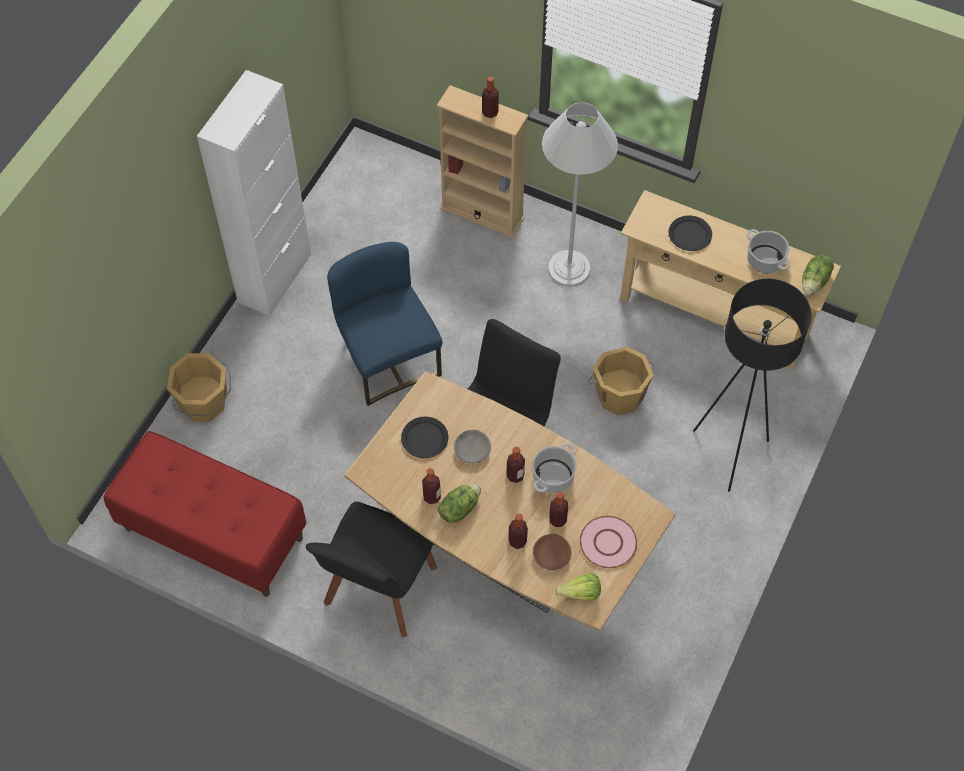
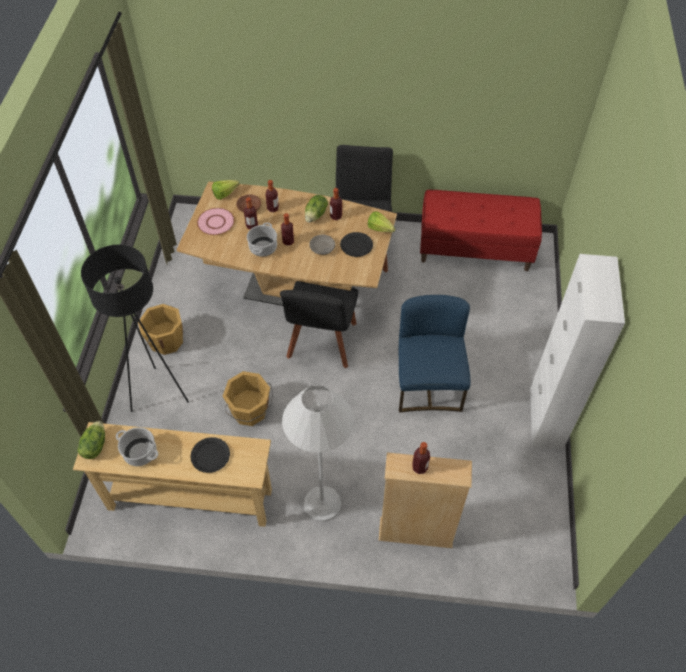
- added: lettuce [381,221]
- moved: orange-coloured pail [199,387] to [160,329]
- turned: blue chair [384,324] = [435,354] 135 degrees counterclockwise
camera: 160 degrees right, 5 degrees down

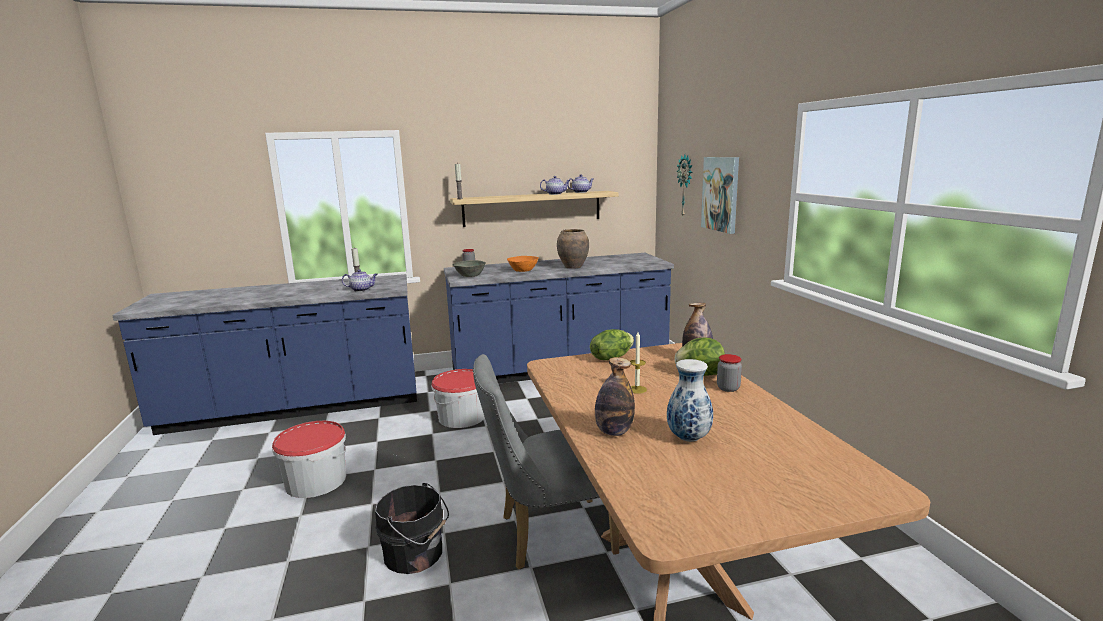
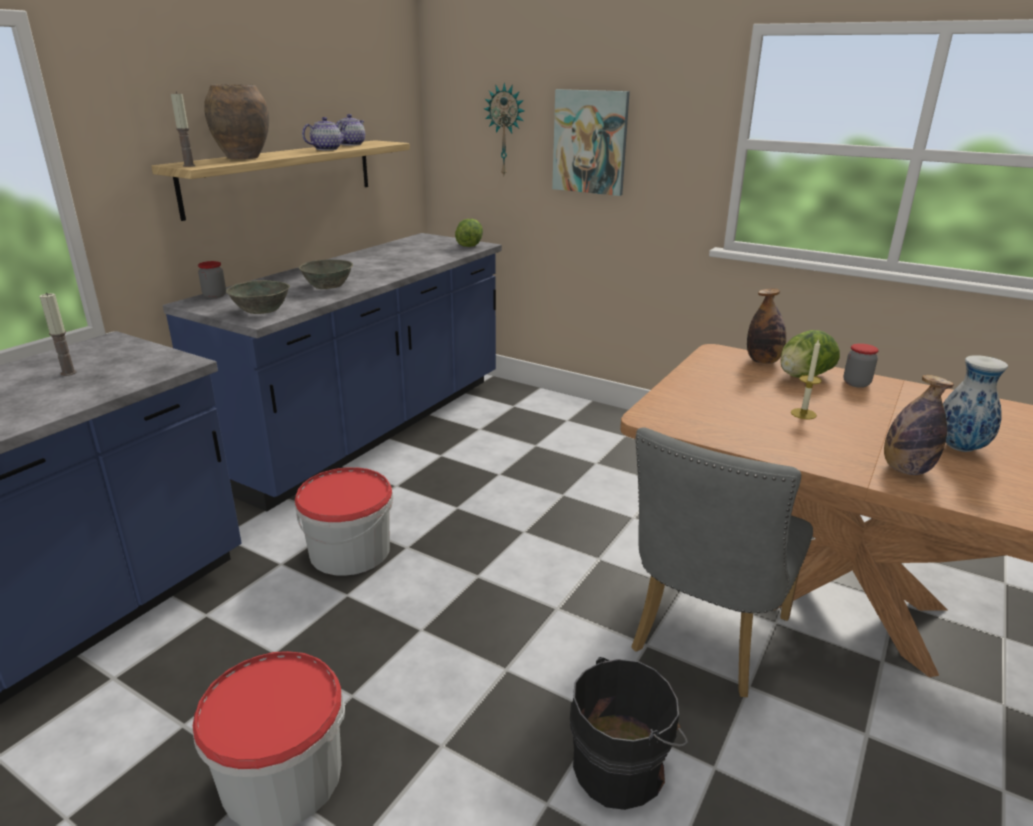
- removed: teapot [360,280]
- moved: brownish decorative vase [573,249] to [236,121]
- moved: lettuce [612,344] to [469,233]
- recoloured: orange-coloured bowl [523,264] to greyish bowl [326,274]
camera: 45 degrees left, 10 degrees up

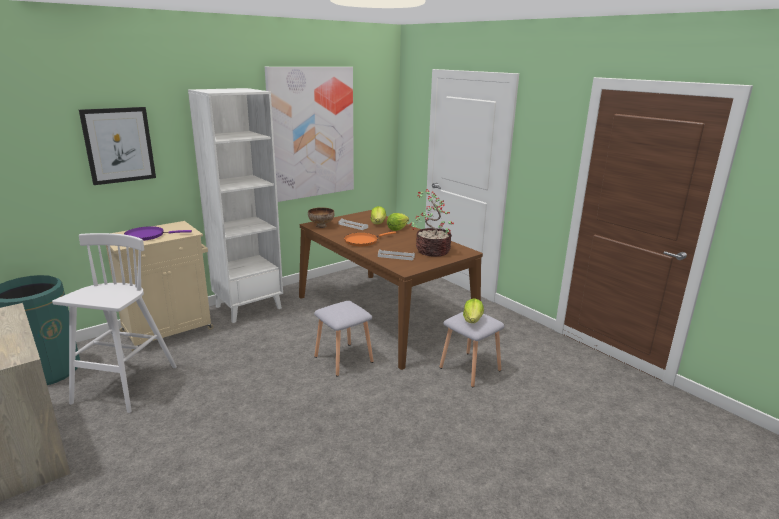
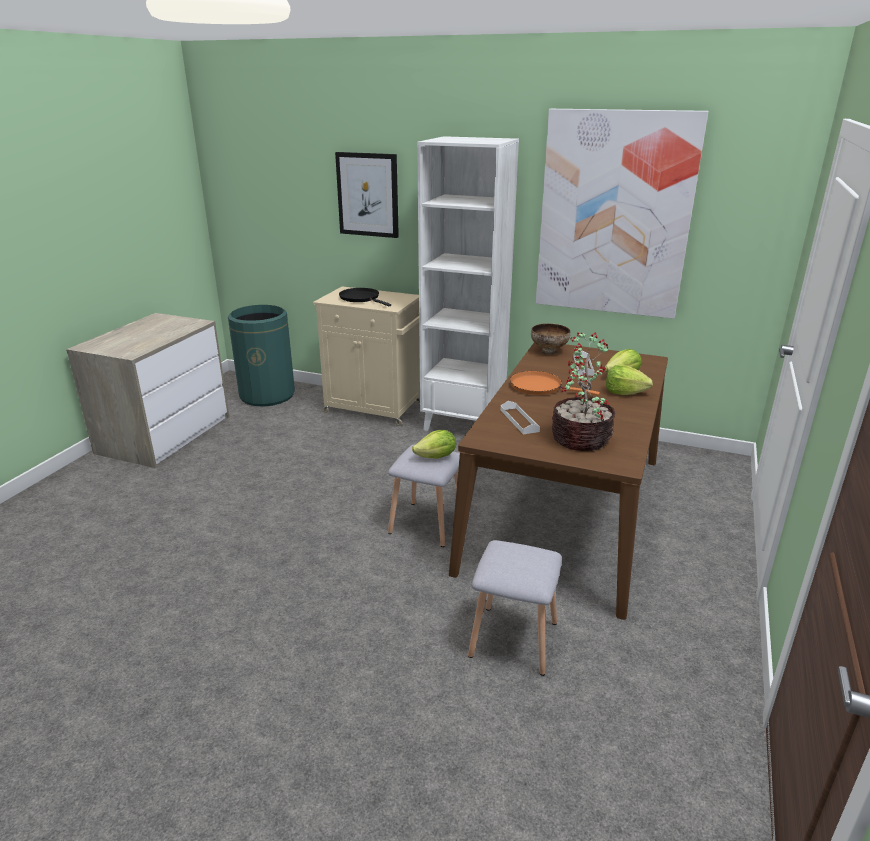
- removed: whitish stool seat [114,323]
- moved: lettuce [473,310] to [434,444]
- recoloured: purple-coloured skillet [158,233] to black-coloured skillet [365,297]
camera: 60 degrees right, 5 degrees up

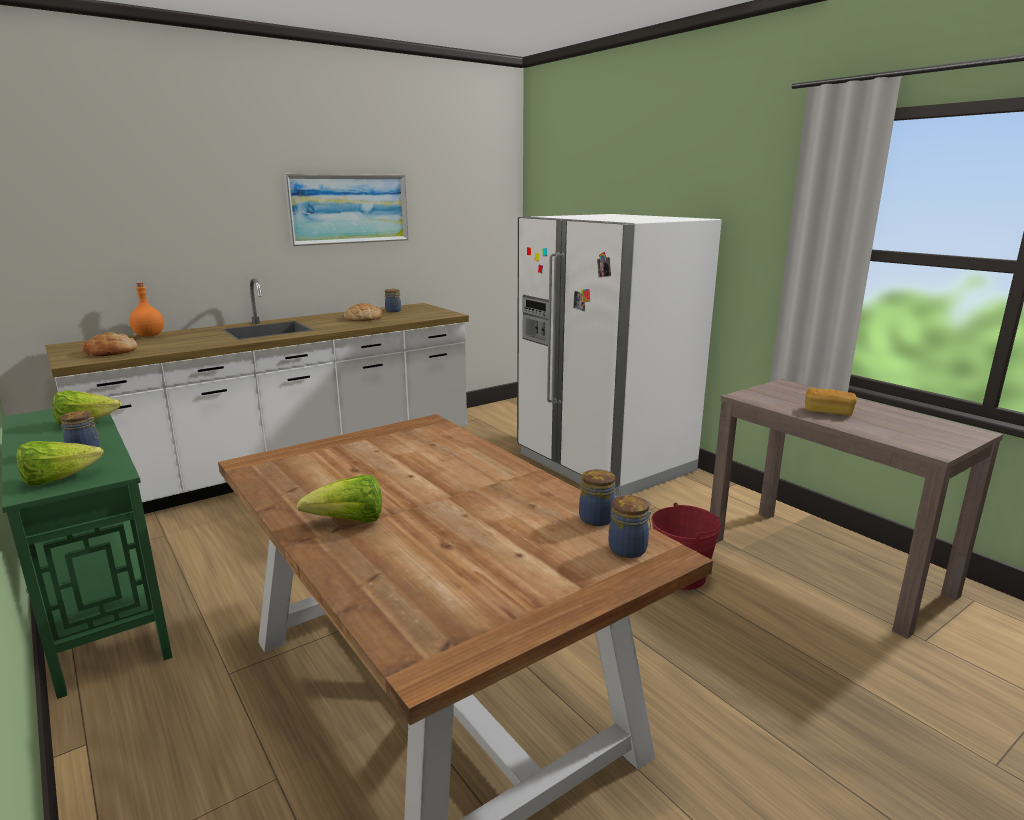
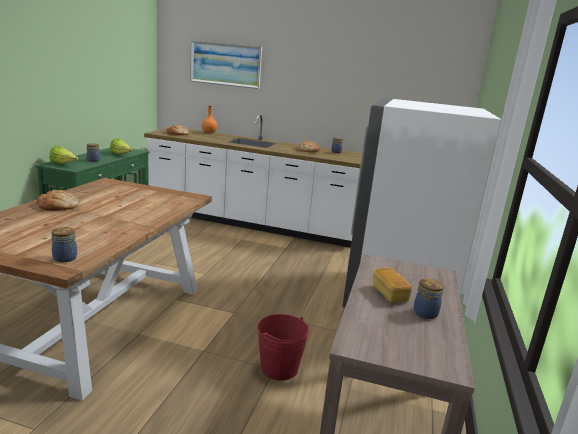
- moved: wall picture [346,210] to [226,64]
- moved: jar [597,497] to [429,298]
- replaced: lettuce [339,499] to bread [58,200]
camera: 50 degrees right, 0 degrees up

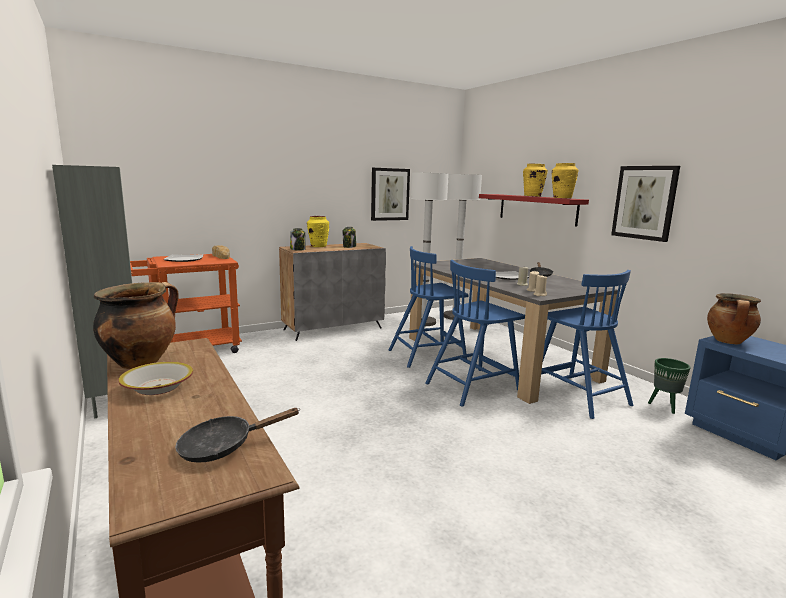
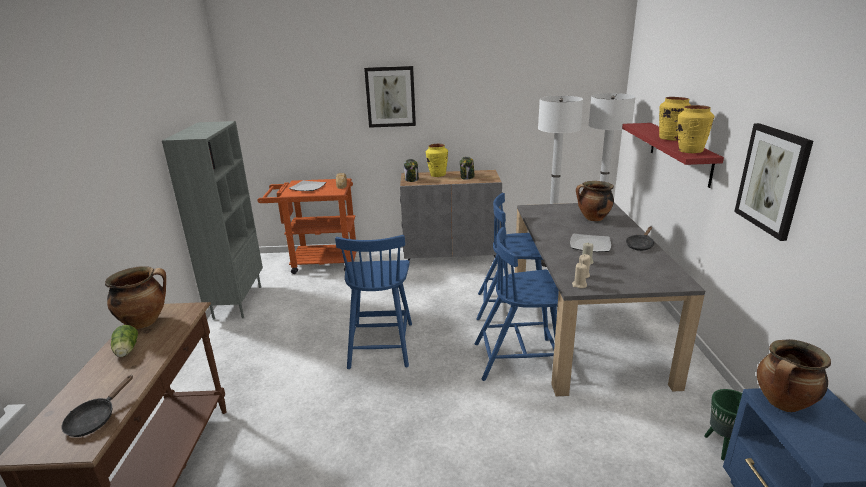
- added: cooking pot [595,201]
- moved: wall picture [390,194] to [390,97]
- moved: blue chair [587,344] to [373,302]
- replaced: bowl [155,378] to lettuce [124,341]
- turned: black-coloured skillet [237,435] = [97,406] 75 degrees counterclockwise
camera: 30 degrees right, 10 degrees up

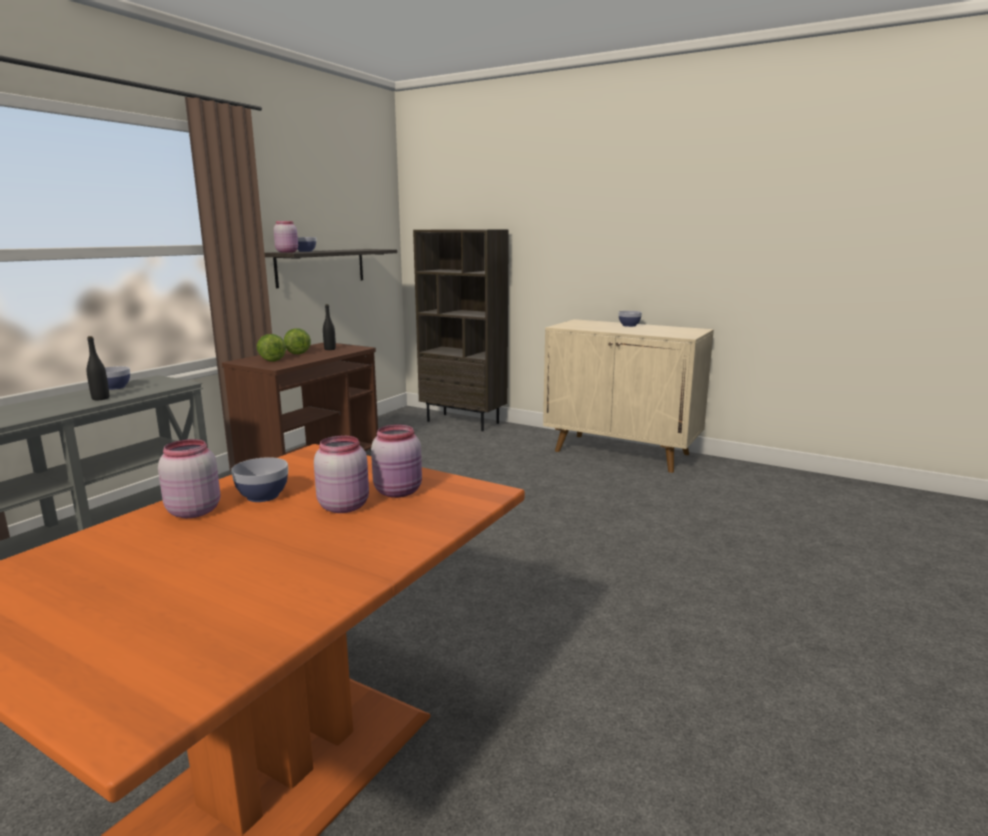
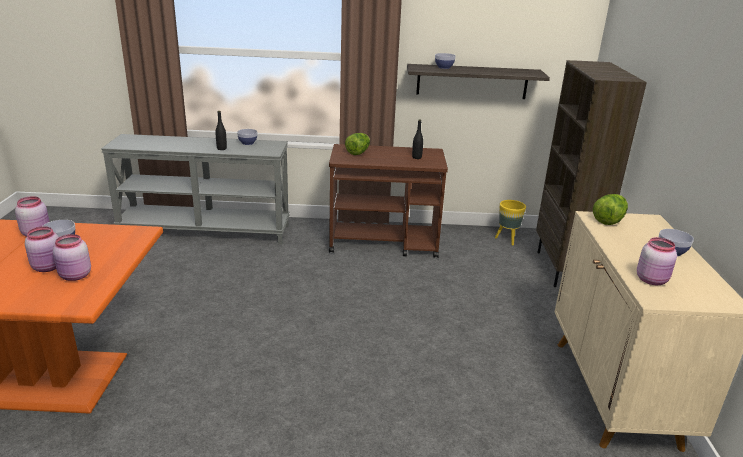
- added: yellowish planter [510,222]
- moved: pink jar [285,237] to [657,261]
- moved: lettuce [297,341] to [610,209]
camera: 60 degrees right, 10 degrees up

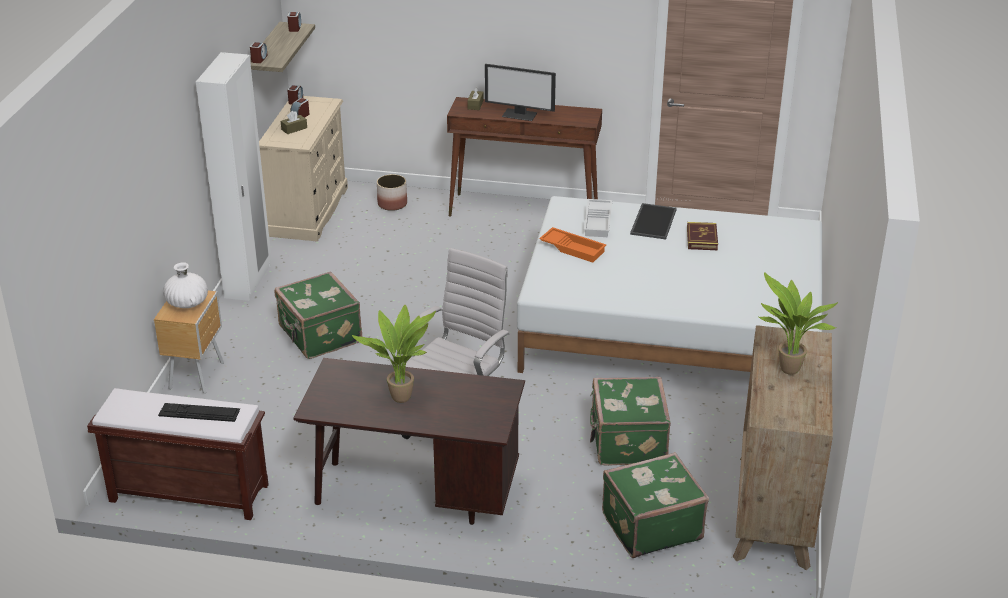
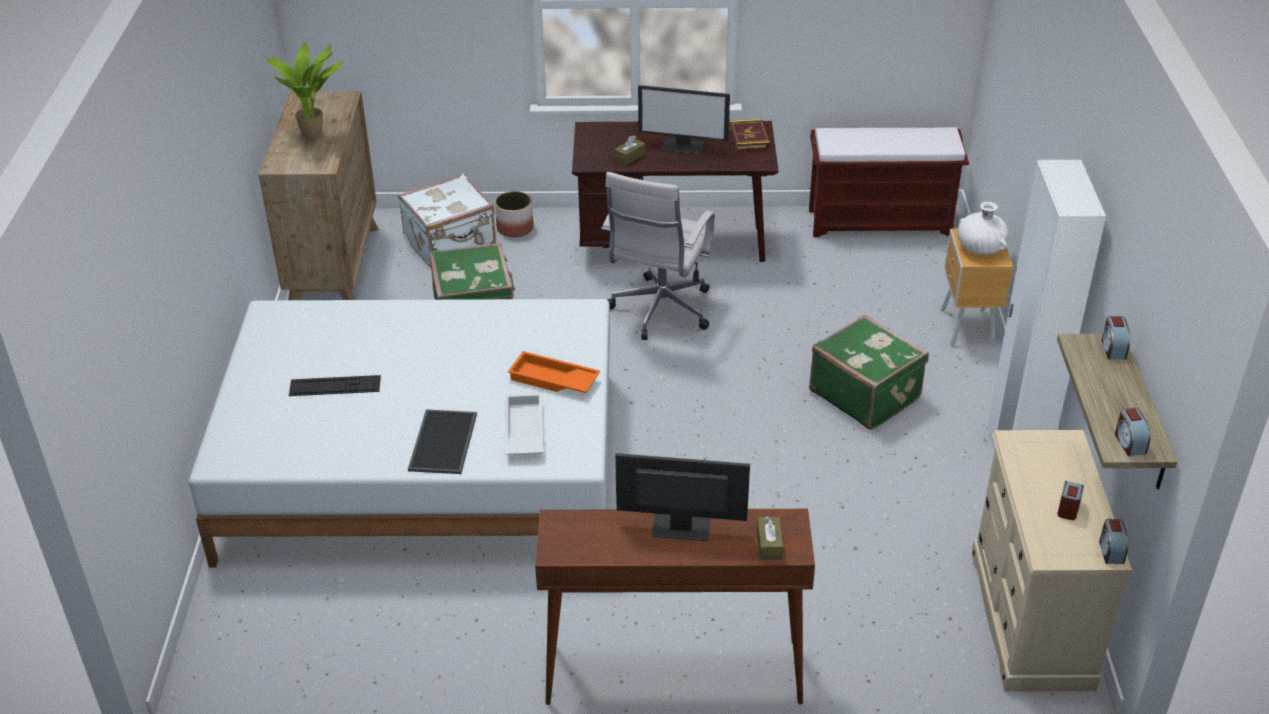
- moved: computer keyboard [199,412] to [335,385]
- moved: brownish tissue box [294,122] to [629,150]
- moved: planter [392,192] to [514,214]
- moved: bound book [702,236] to [749,135]
- replaced: houseplant [394,354] to computer screen [684,120]
- recoloured: green piece of luggage [655,505] to whitish piece of luggage [447,221]
camera: 170 degrees right, 5 degrees up

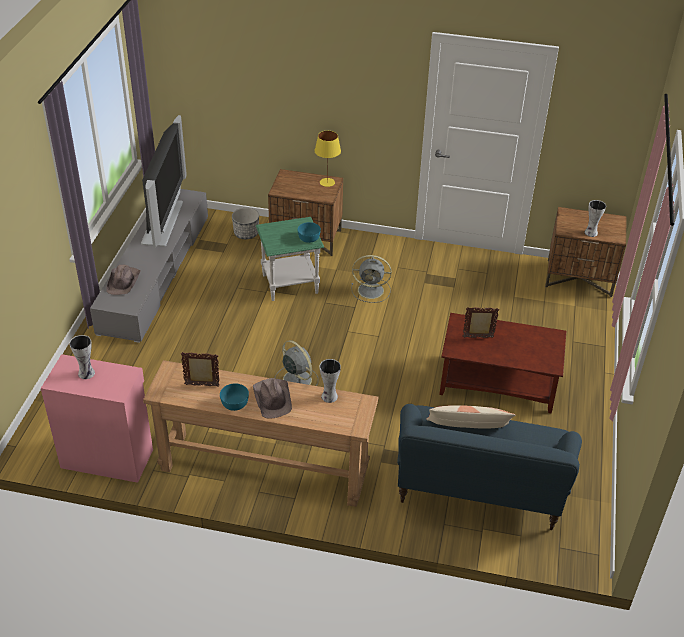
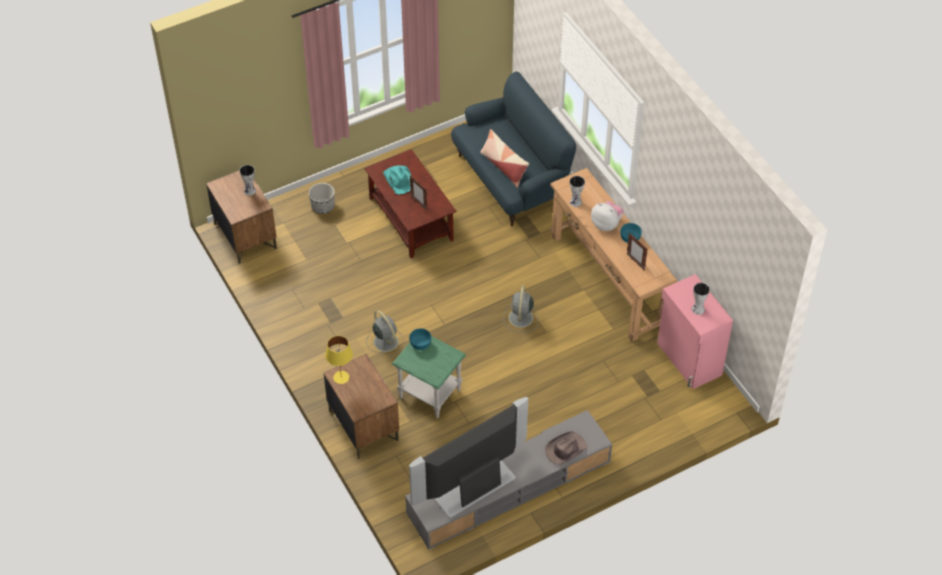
- added: blue-green clothing hat [397,180]
- moved: planter [245,223] to [322,198]
- replaced: brownish clothing hat [272,398] to cuddly toy [607,216]
camera: 130 degrees left, 10 degrees up

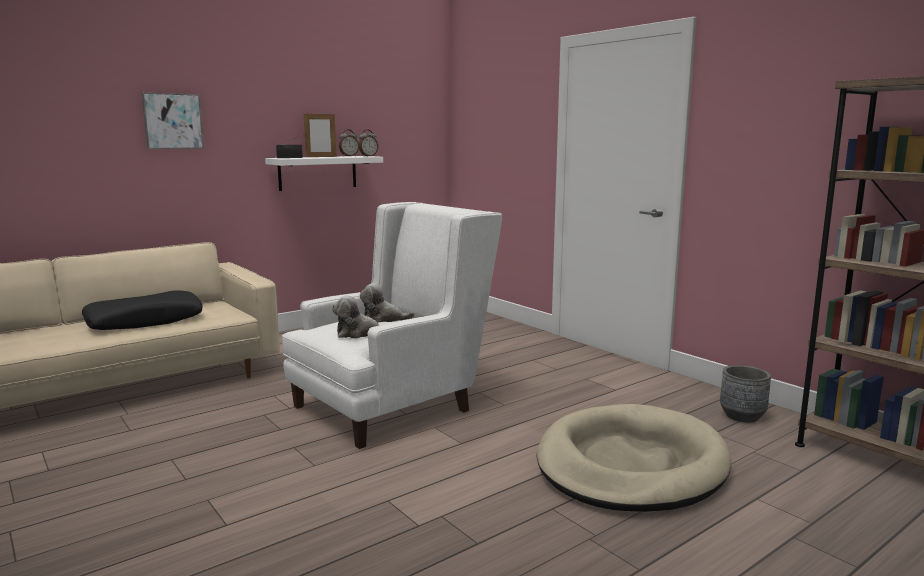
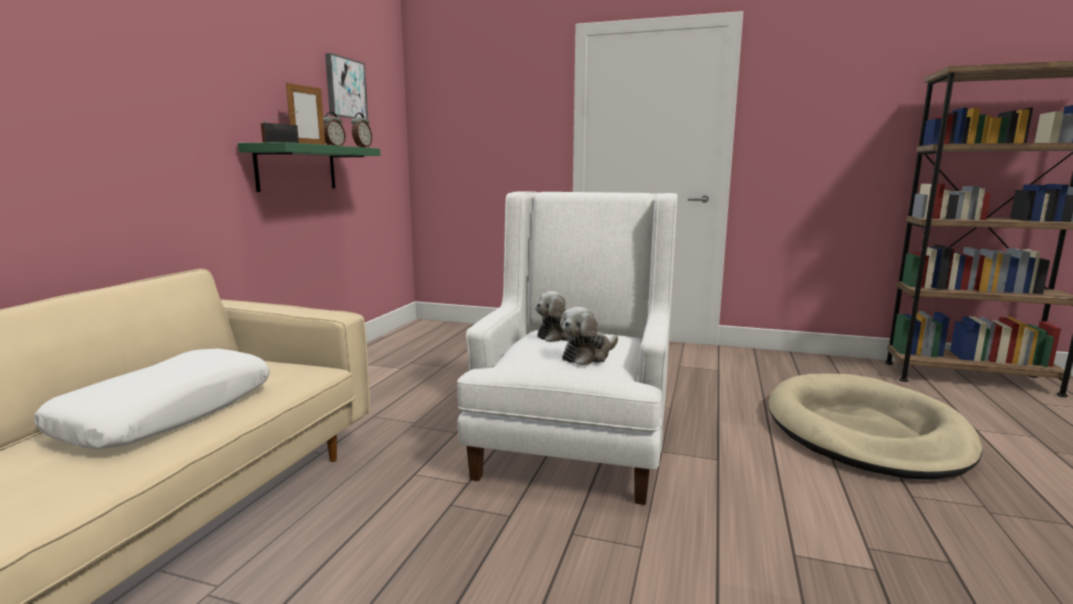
- removed: greyish planter [745,394]
- moved: wall picture [173,121] to [346,86]
- recoloured: black-coloured pillow [142,310] to whitish pillow [152,399]
- recoloured: whitish wall shelf [324,173] to green wall shelf [309,167]
camera: 35 degrees left, 0 degrees up

